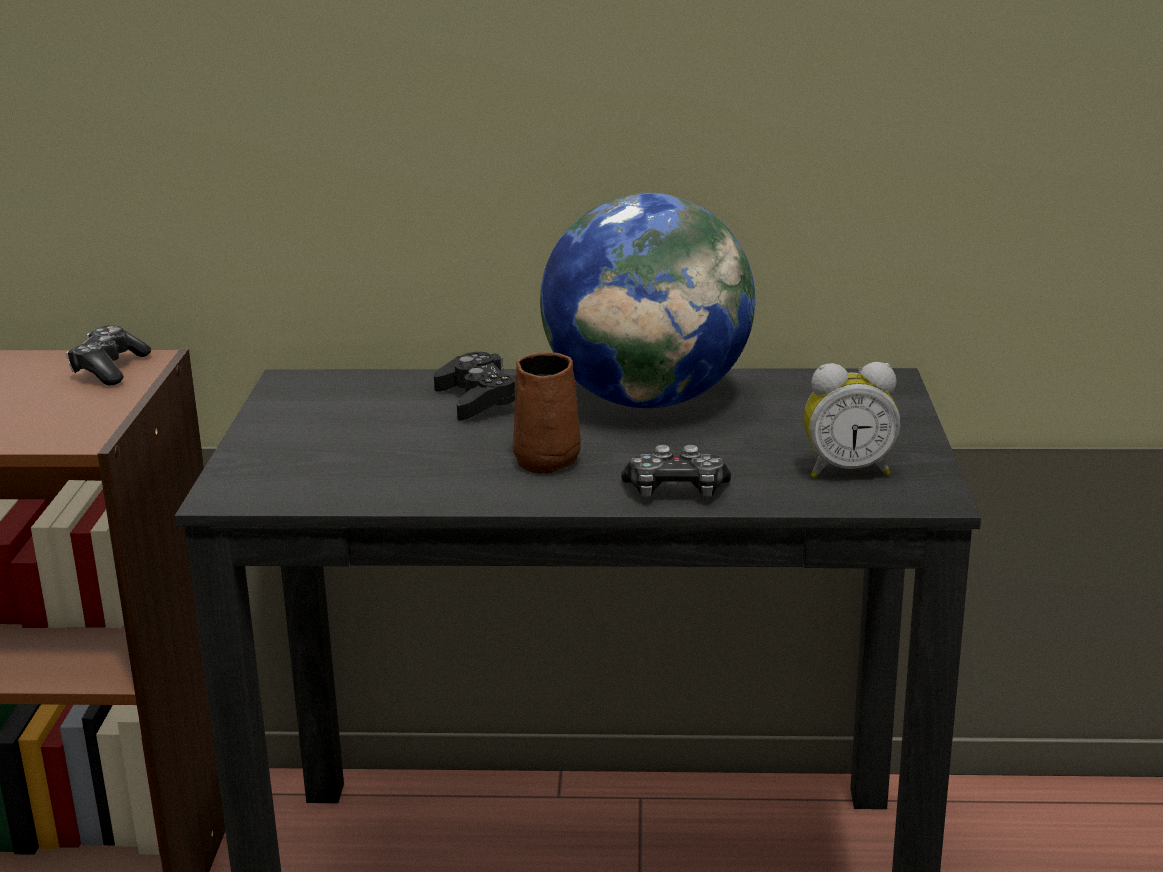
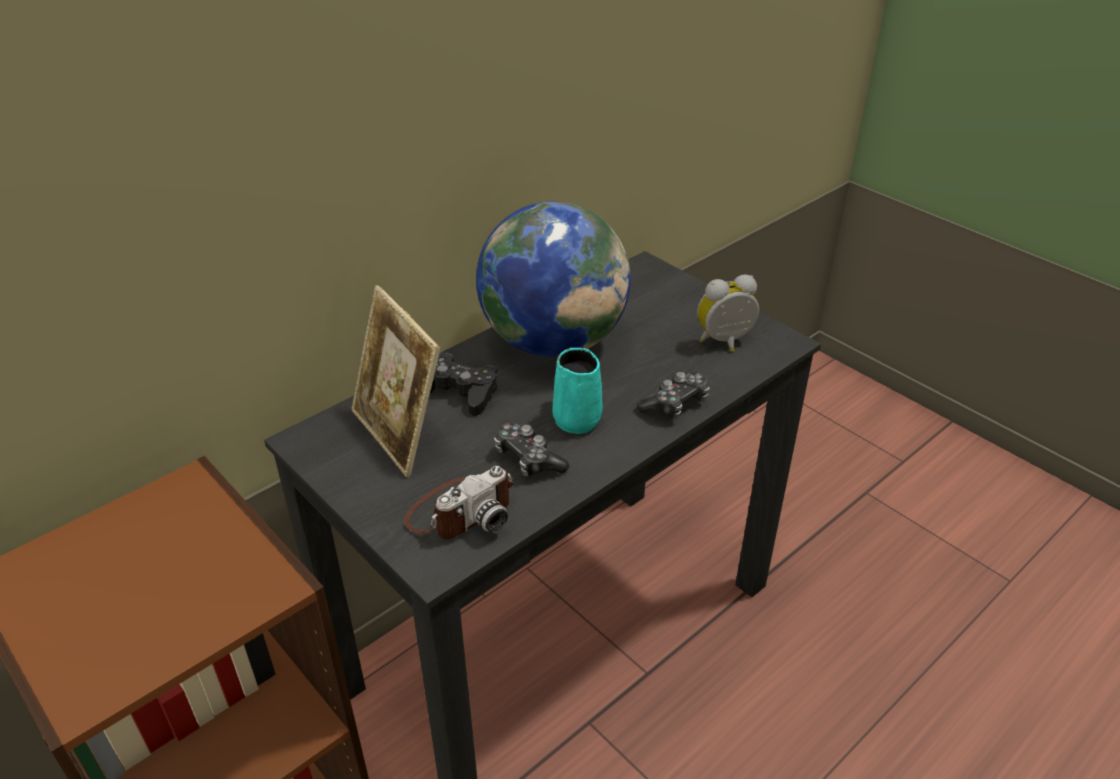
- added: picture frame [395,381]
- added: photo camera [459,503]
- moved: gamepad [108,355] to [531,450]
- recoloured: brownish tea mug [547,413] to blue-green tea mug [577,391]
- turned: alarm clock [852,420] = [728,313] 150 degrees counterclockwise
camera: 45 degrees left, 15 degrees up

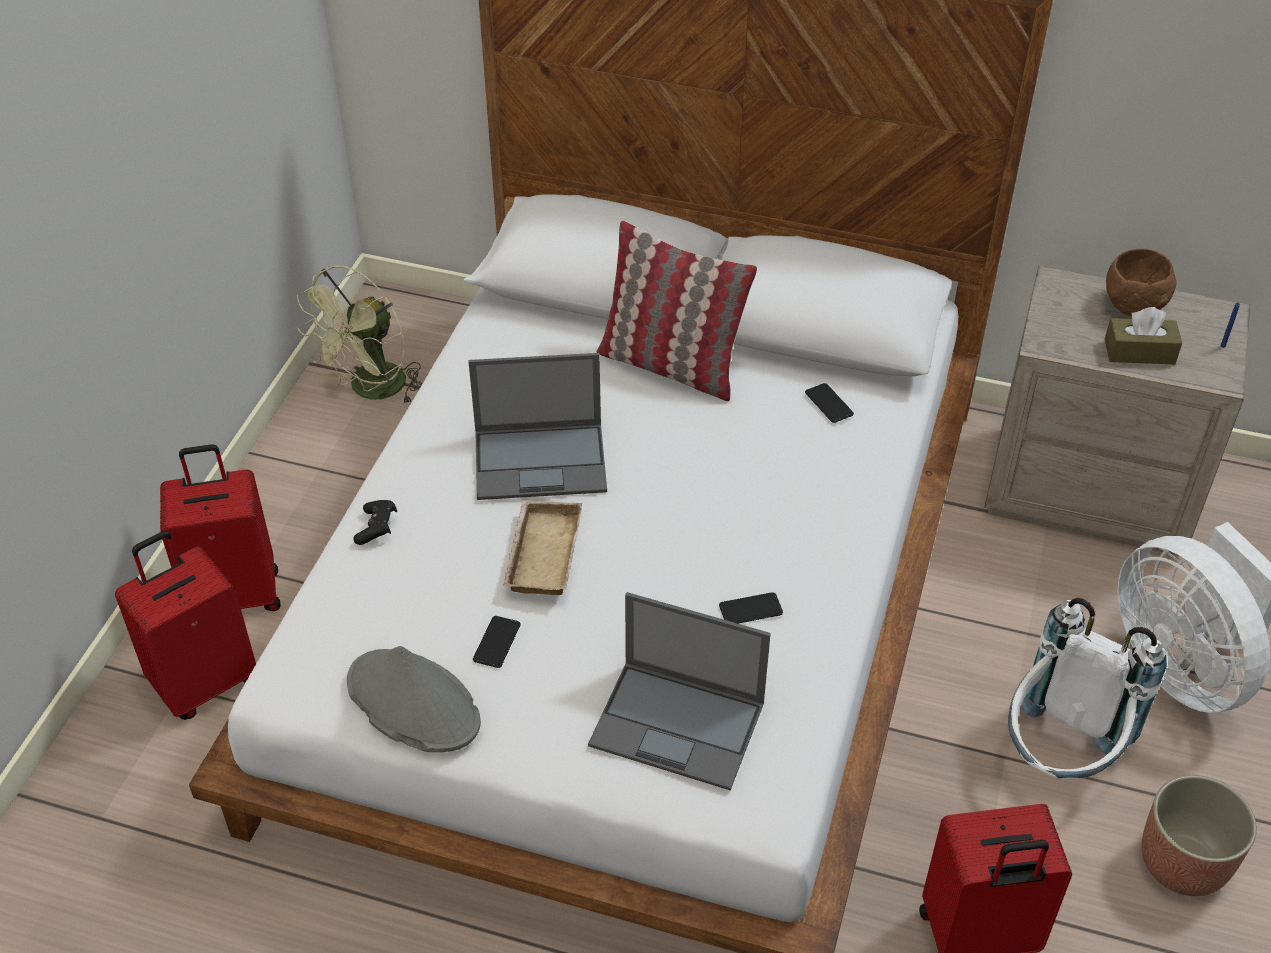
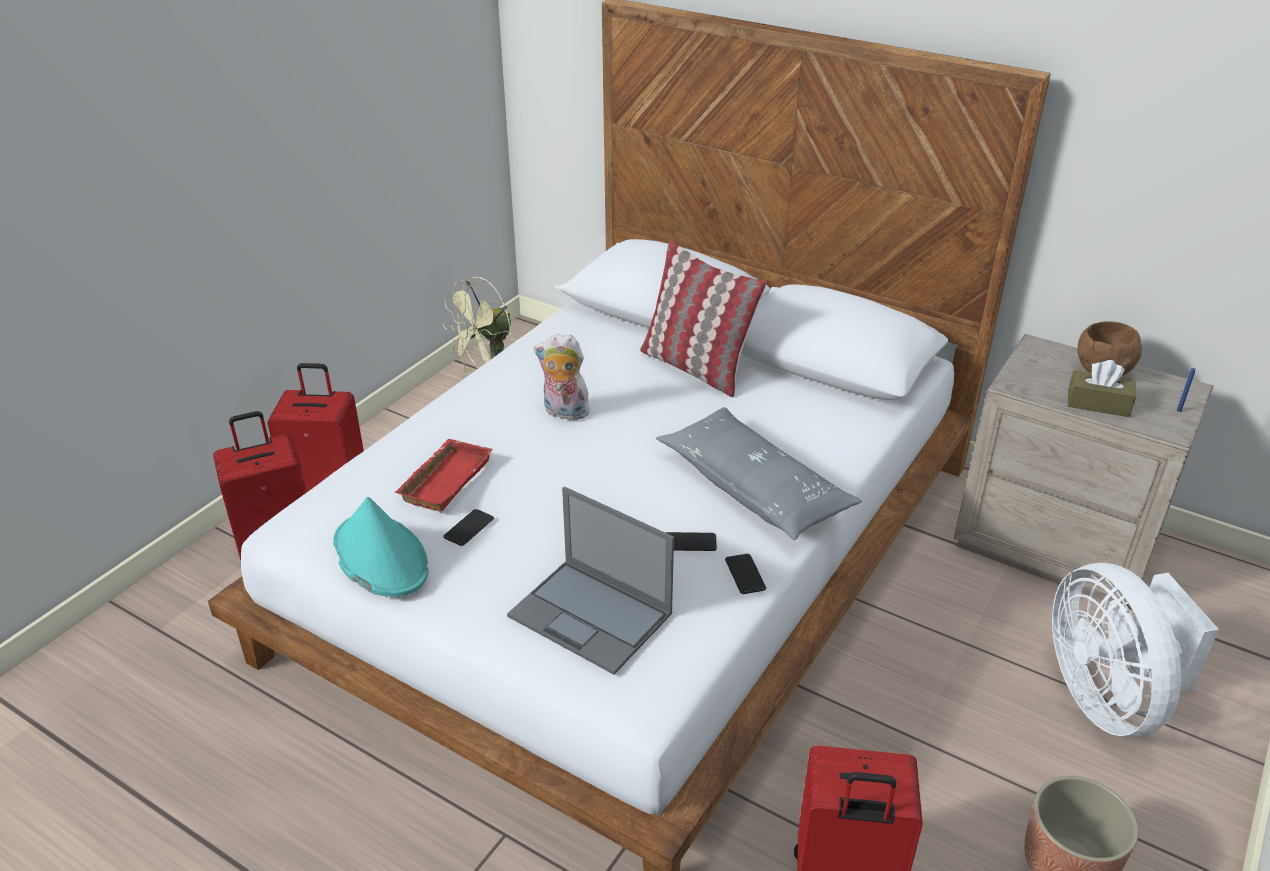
- removed: black-coloured gamepad [375,522]
- removed: beige tray [542,547]
- removed: whitish backpack [1087,688]
- added: red-coloured tray [443,475]
- added: greyish pillow [759,473]
- moved: handset [829,403] to [745,574]
- replaced: portable computer [537,426] to cuddly toy [562,376]
- recoloured: greyish clothing hat [414,699] to blue-green clothing hat [381,547]
camera: 15 degrees right, 10 degrees down

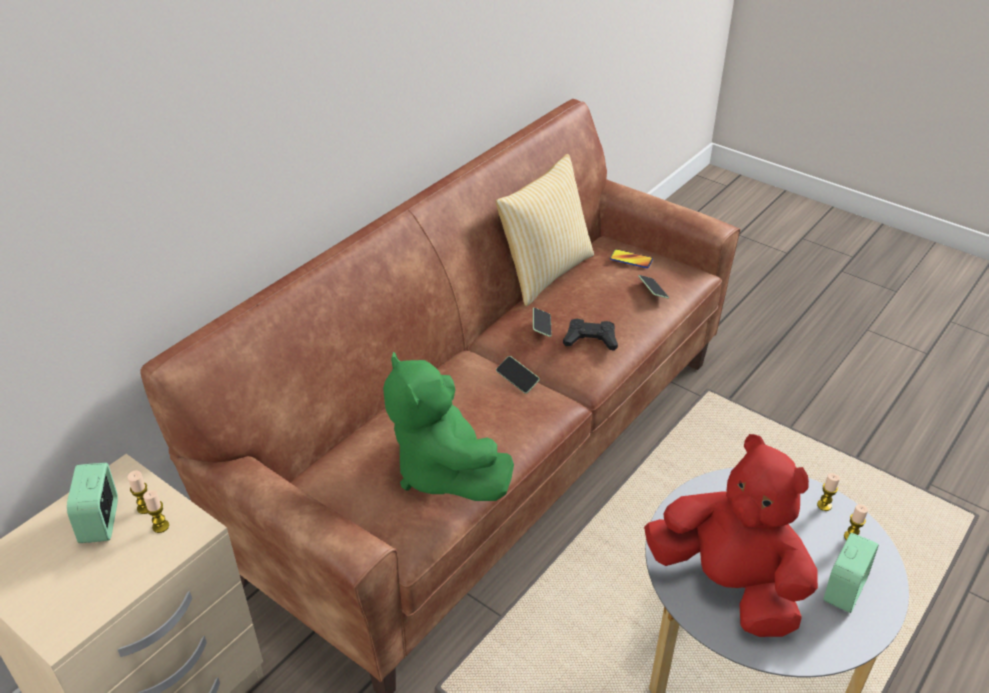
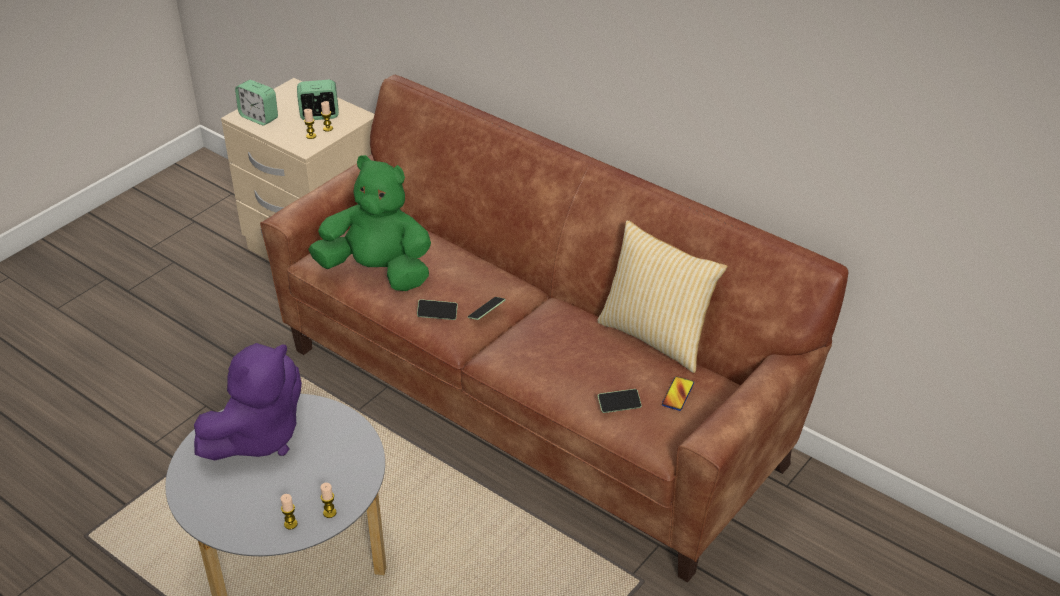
- removed: black-coloured gamepad [590,335]
- moved: handset [542,322] to [437,309]
- moved: alarm clock [851,573] to [256,103]
- recoloured: red-coloured cuddly toy [731,535] to purple-coloured cuddly toy [248,401]
- turned: green cuddly toy [448,426] = [369,223] 45 degrees clockwise
camera: 90 degrees right, 0 degrees up

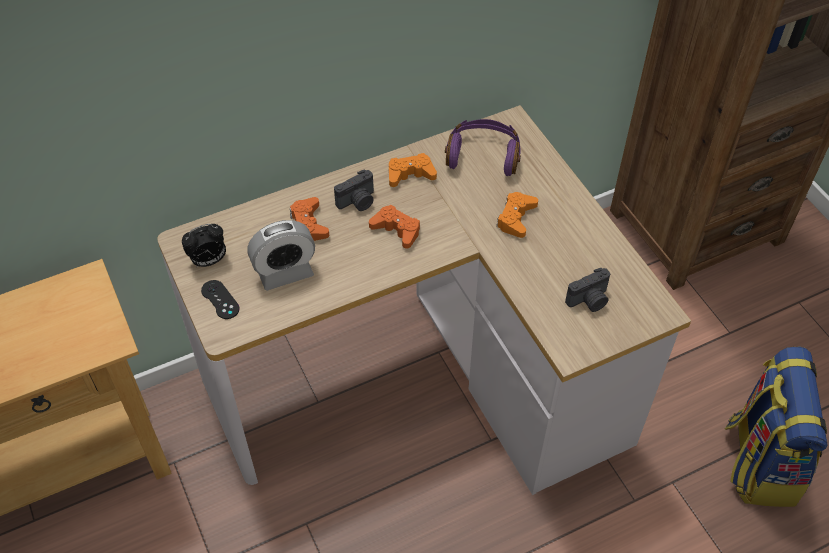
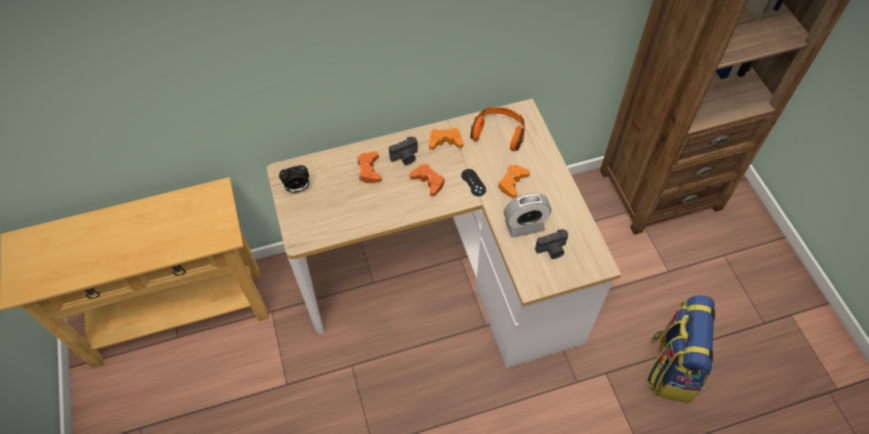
- moved: black-coloured gamepad [220,299] to [473,182]
- moved: alarm clock [281,255] to [527,215]
- recoloured: purple-coloured pair of headphones [483,147] to orange-coloured pair of headphones [497,129]
camera: 10 degrees right, 5 degrees up

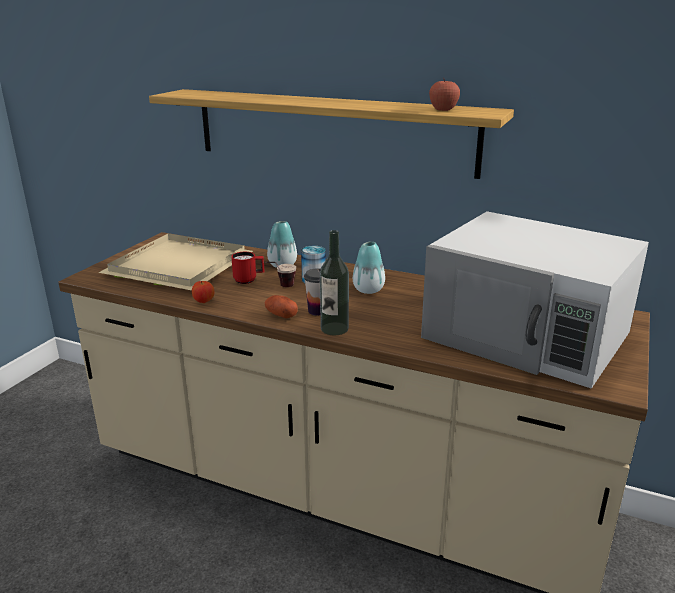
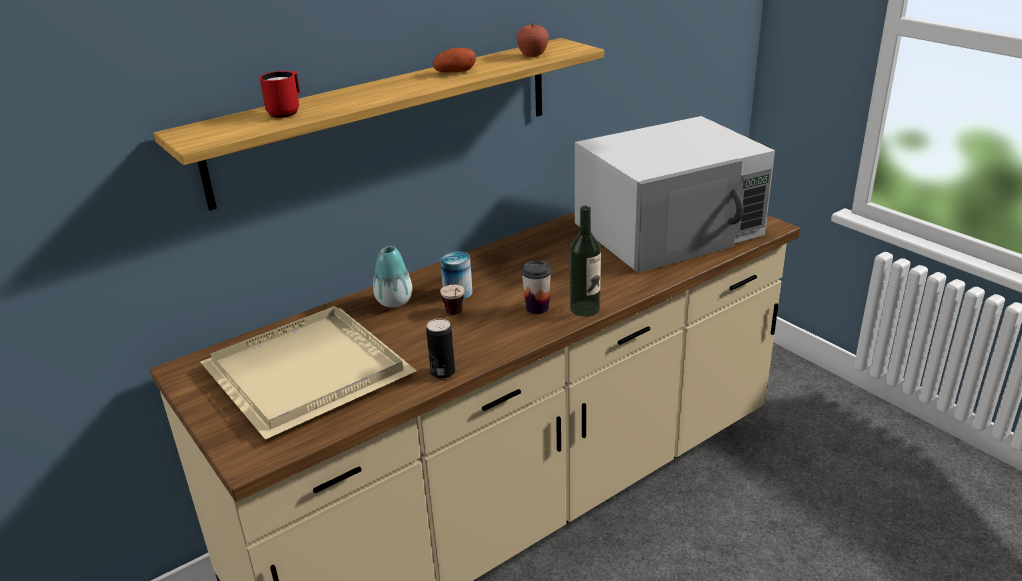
- removed: decorative vase [369,267]
- moved: red-coloured tea mug [248,268] to [279,94]
- moved: spud [281,306] to [454,60]
- replaced: apple fruit [203,292] to metal can [440,348]
camera: 60 degrees left, 5 degrees up

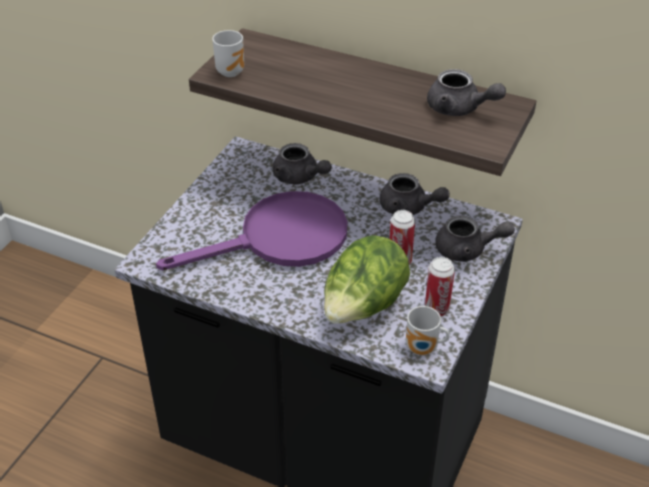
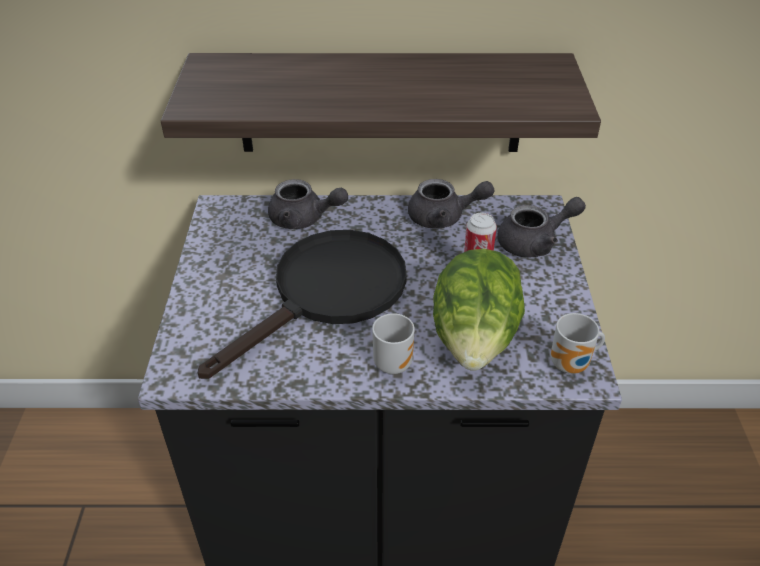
- removed: metal can [440,286]
- removed: greyish teapot [466,92]
- moved: tea mug [228,53] to [393,343]
- recoloured: purple-coloured skillet [251,230] to black-coloured skillet [302,304]
camera: 25 degrees left, 0 degrees up

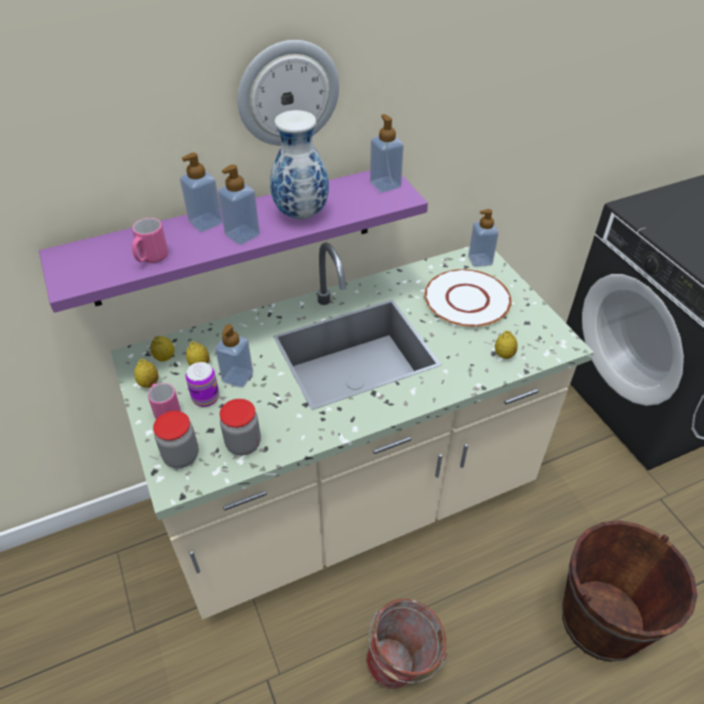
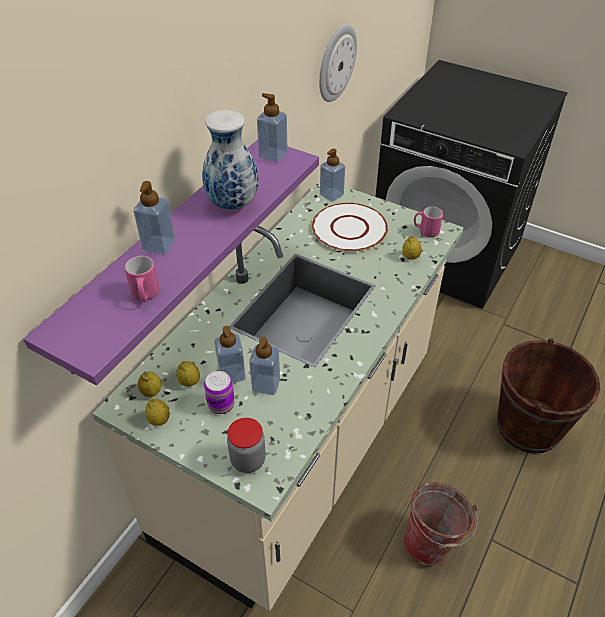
- removed: jar [240,427]
- moved: pink tea mug [164,401] to [428,222]
- moved: soap bottle [238,204] to [264,366]
- moved: wall clock [288,93] to [338,63]
camera: 35 degrees left, 0 degrees up

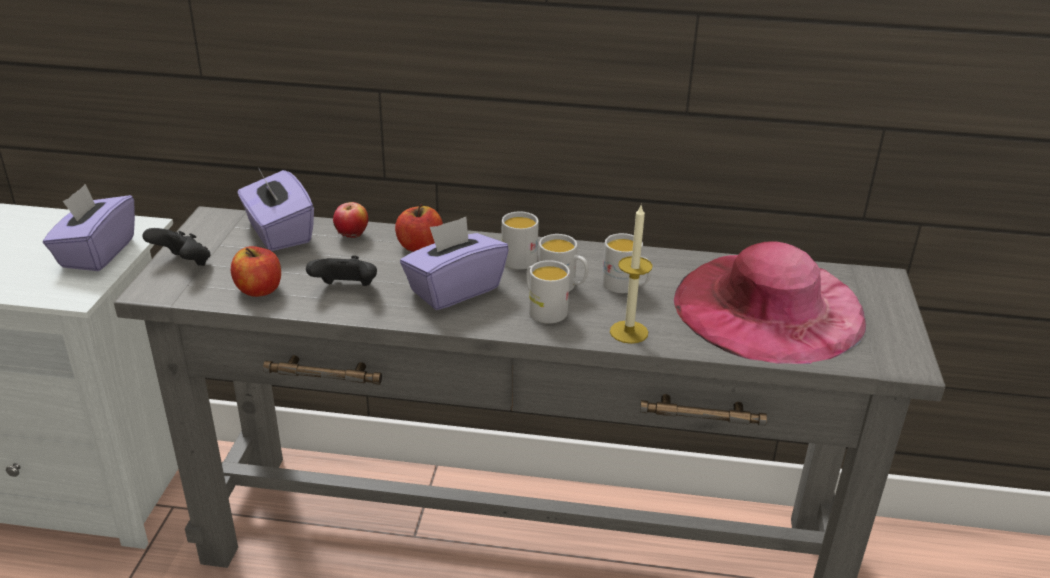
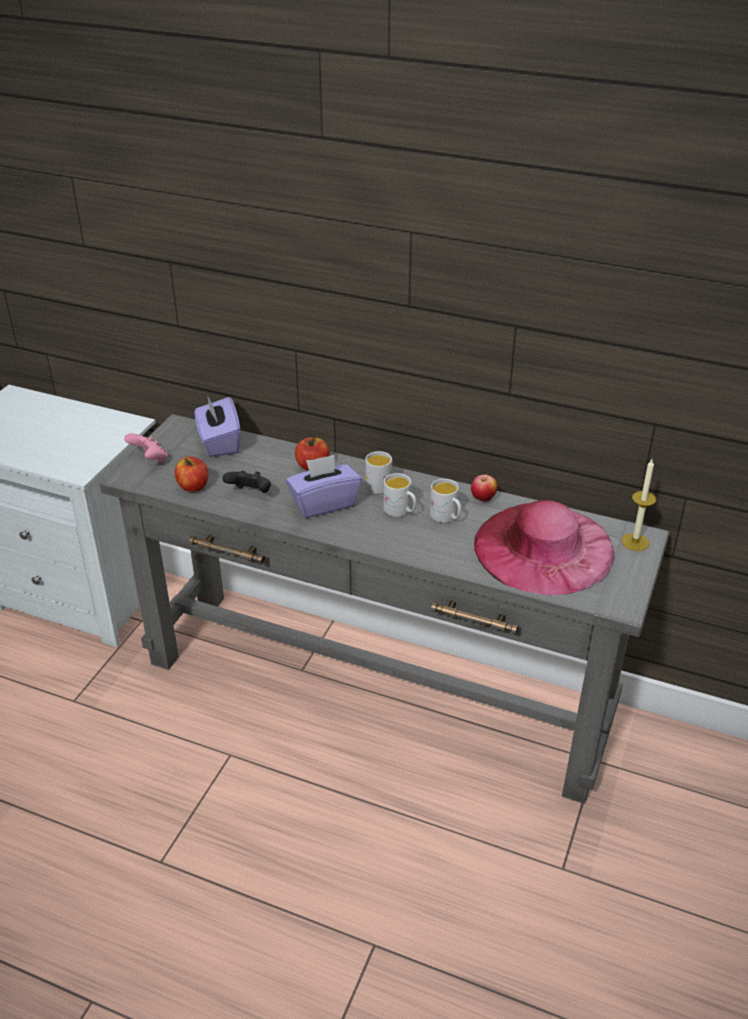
- removed: purple-coloured tissue box [89,227]
- removed: whitish tea mug [548,292]
- moved: apple fruit [350,220] to [484,488]
- moved: wax light [631,274] to [638,505]
- recoloured: black-coloured gamepad [176,247] to pink gamepad [146,448]
camera: 15 degrees right, 5 degrees up

